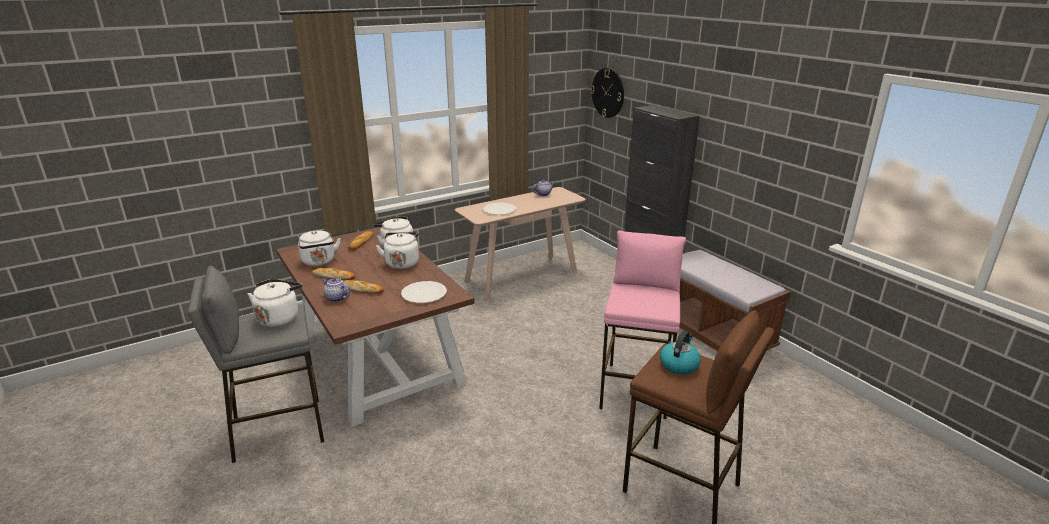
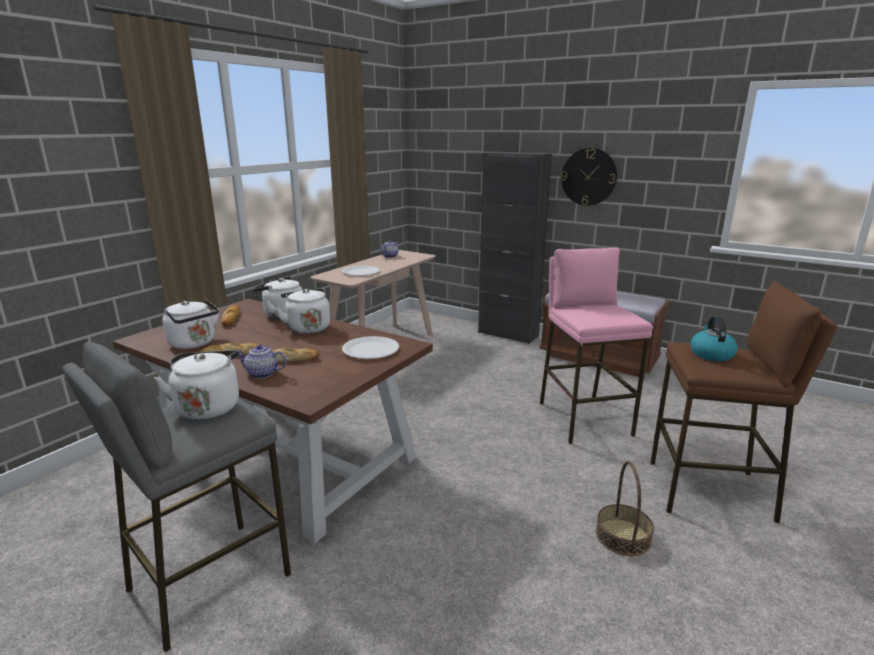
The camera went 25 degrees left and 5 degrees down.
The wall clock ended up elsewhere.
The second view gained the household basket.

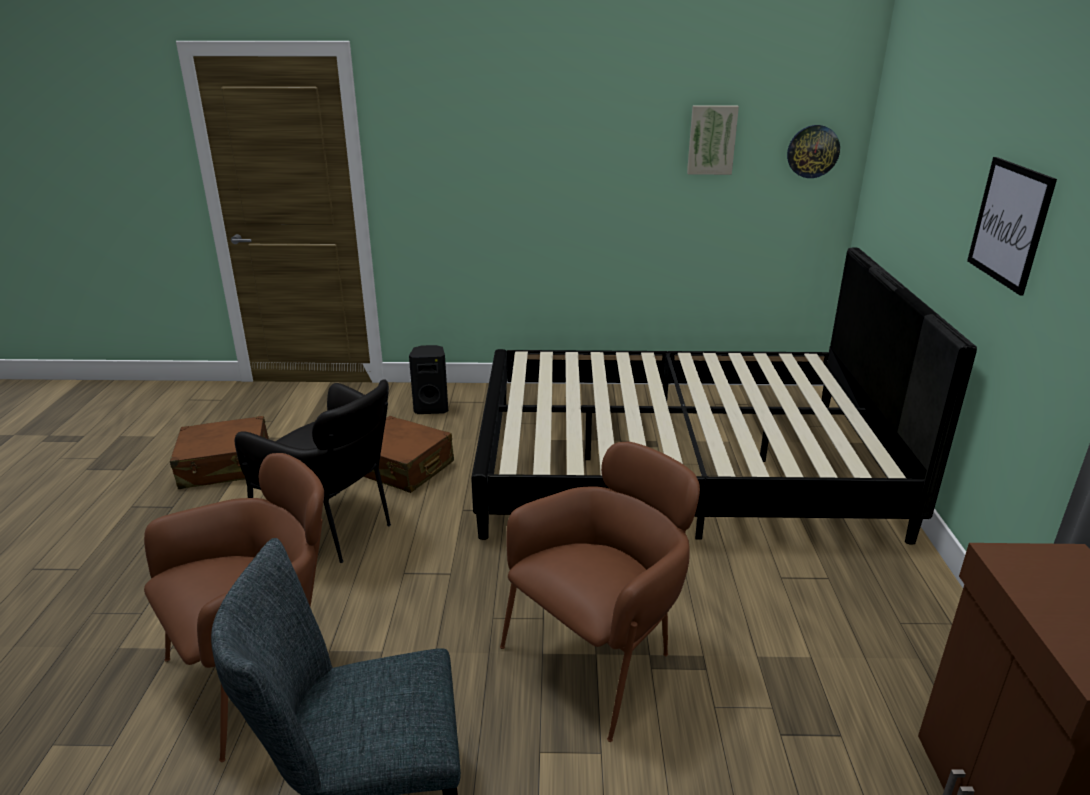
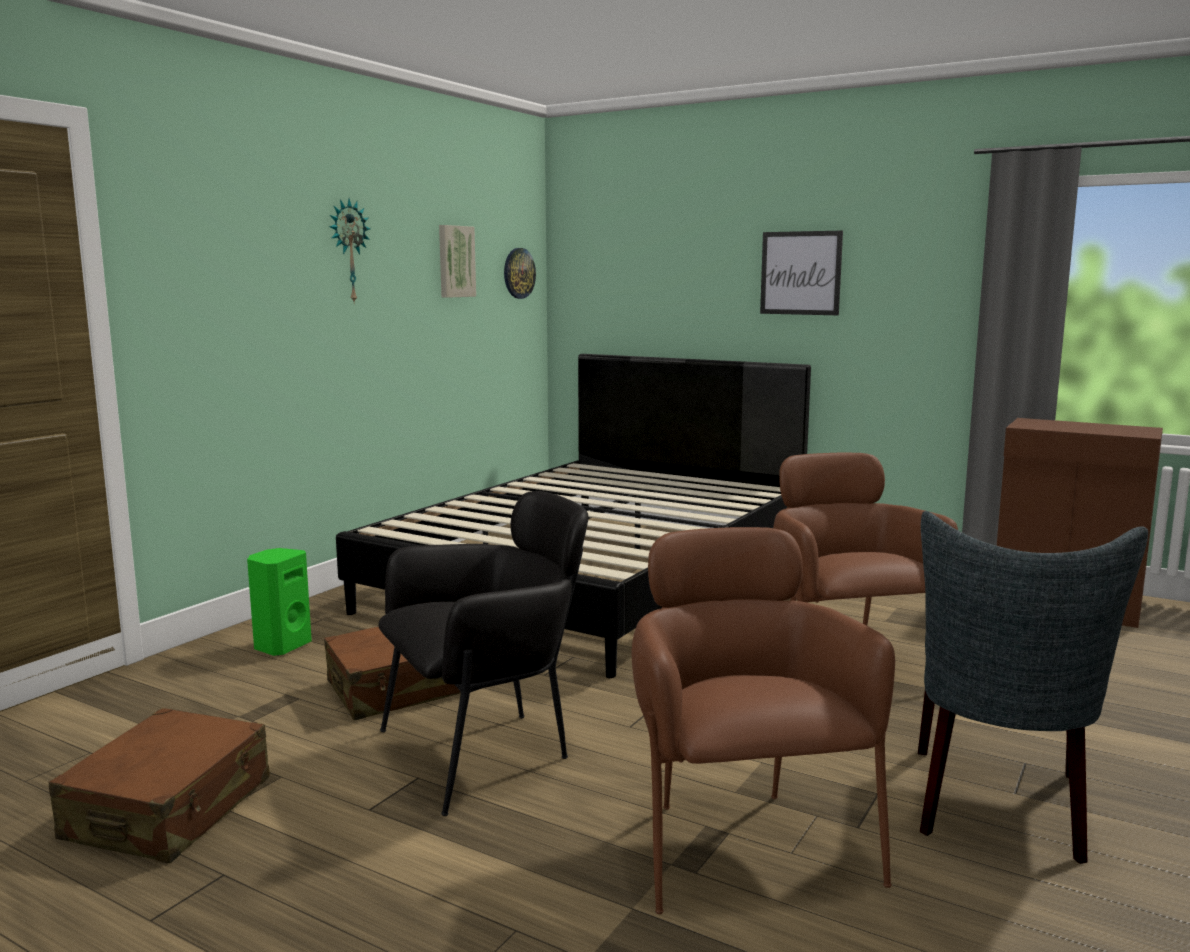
The camera went 60 degrees left and 15 degrees down.
What was the black audio speaker turned into the greenish audio speaker.
The second view gained the wall clock (1st from left).

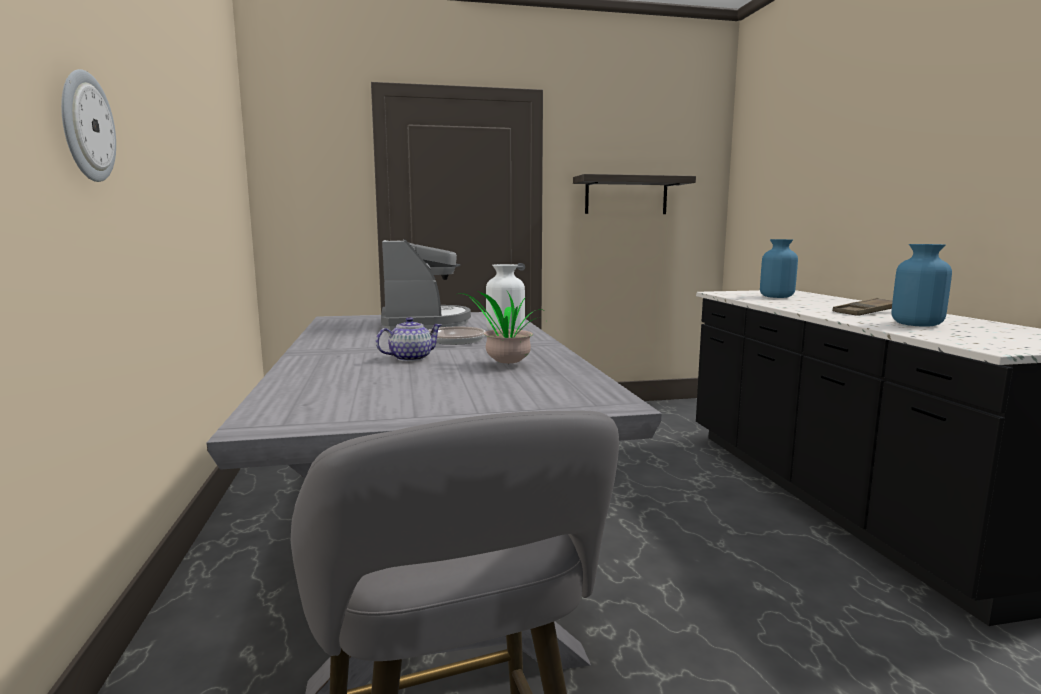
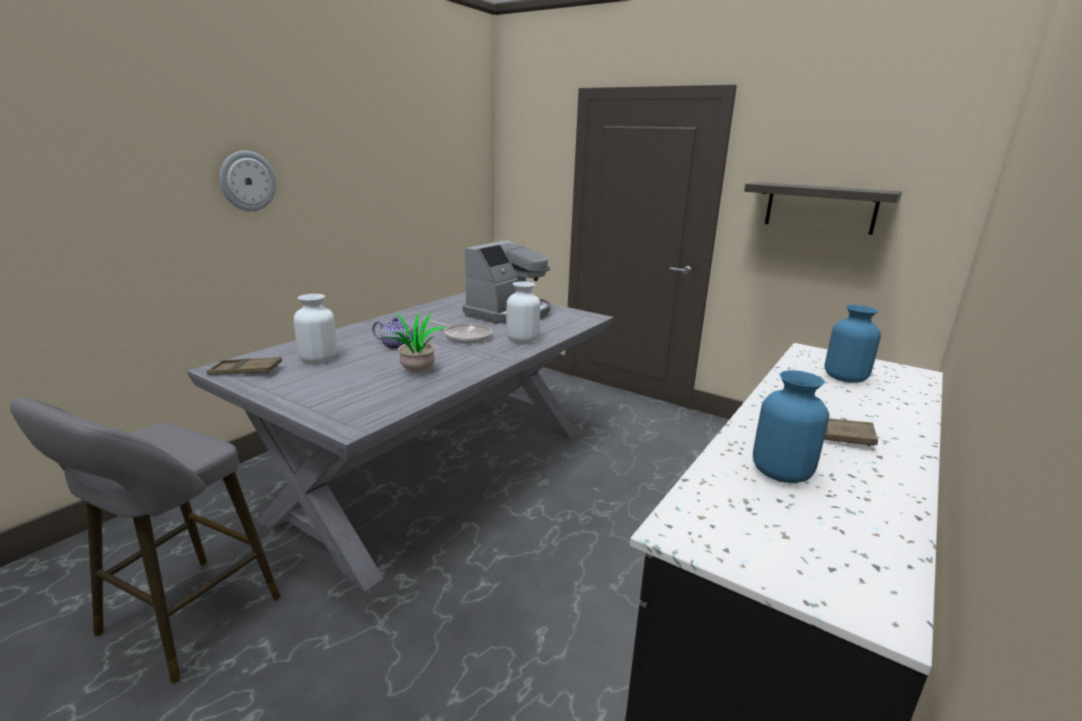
The camera went 45 degrees right and 10 degrees up.
The second view gained the brown-coloured tray (1st from left).
The second view gained the white decorative vase (1st from left).

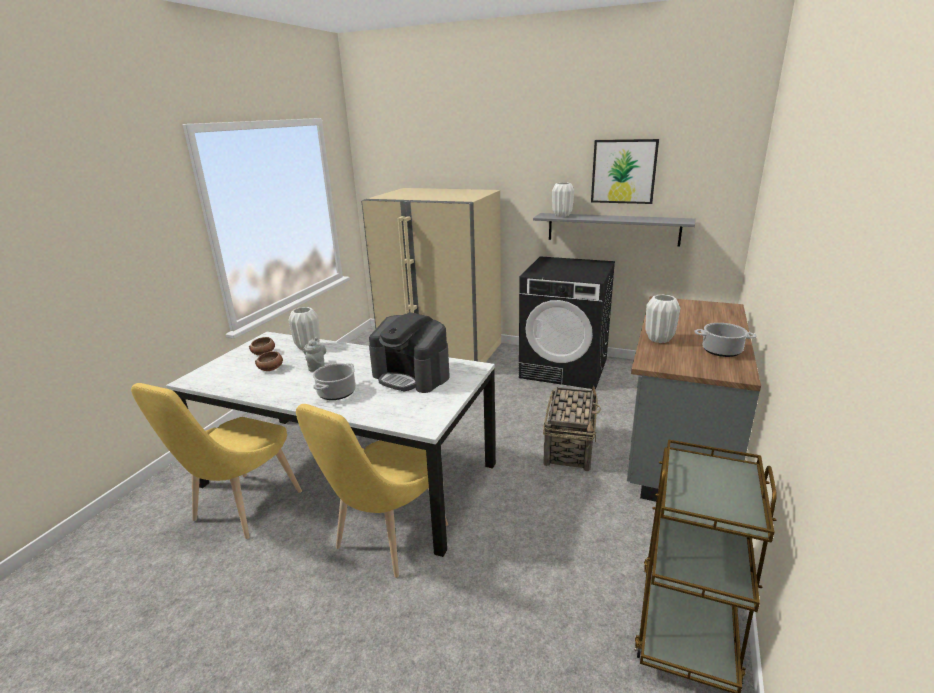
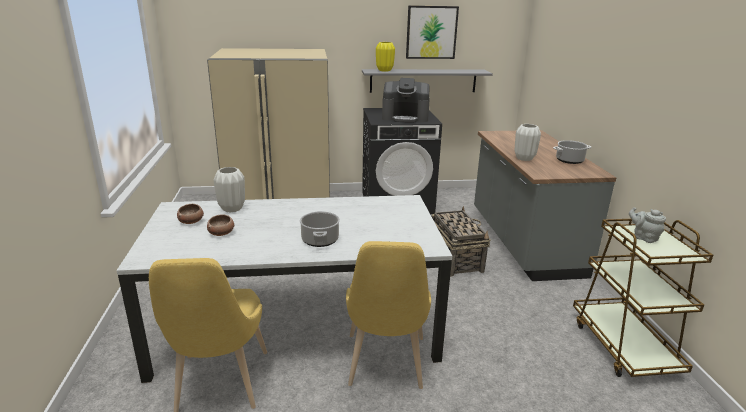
The camera went 30 degrees left and 0 degrees up.
The grey pot for tea ended up elsewhere.
The coffee machine ended up elsewhere.
What was the white decorative vase (2nd from left) turned into the yellow-coloured decorative vase.

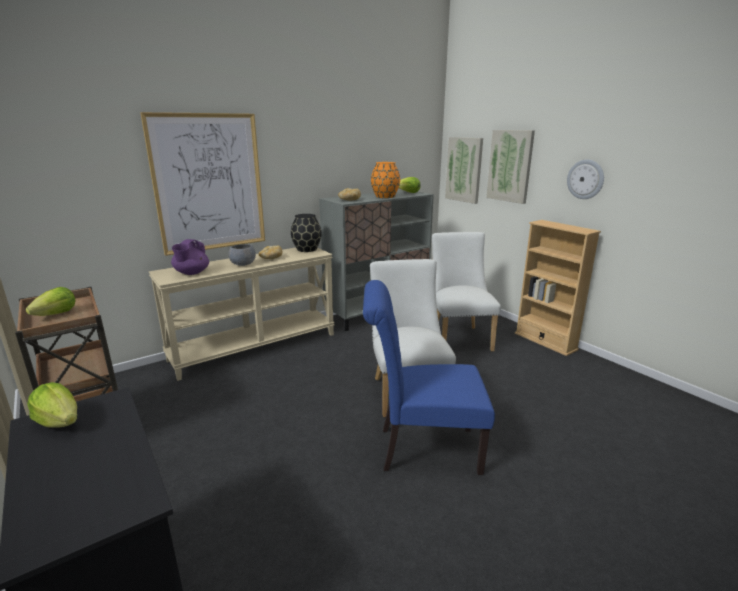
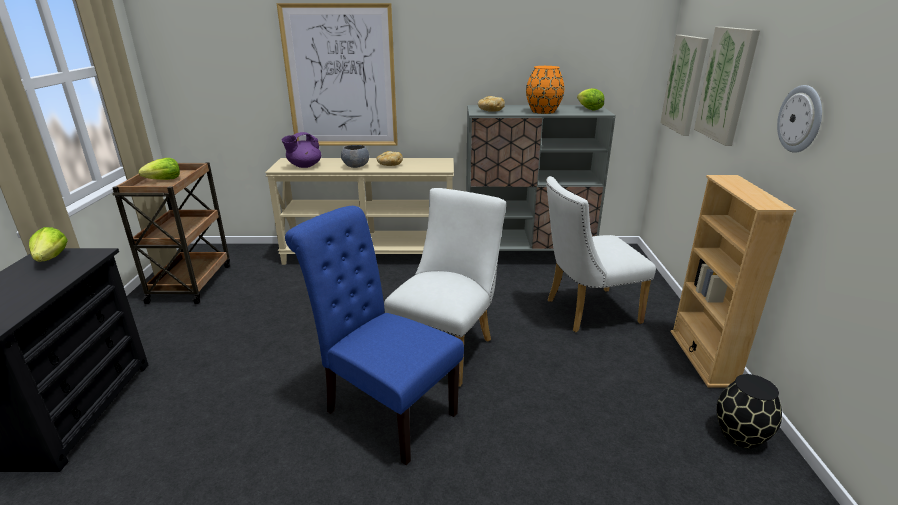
The camera went 35 degrees right and 5 degrees up.
The black decorative vase ended up elsewhere.
The white plain chair (2nd from left) ended up facing another way, 135 degrees counterclockwise from before.

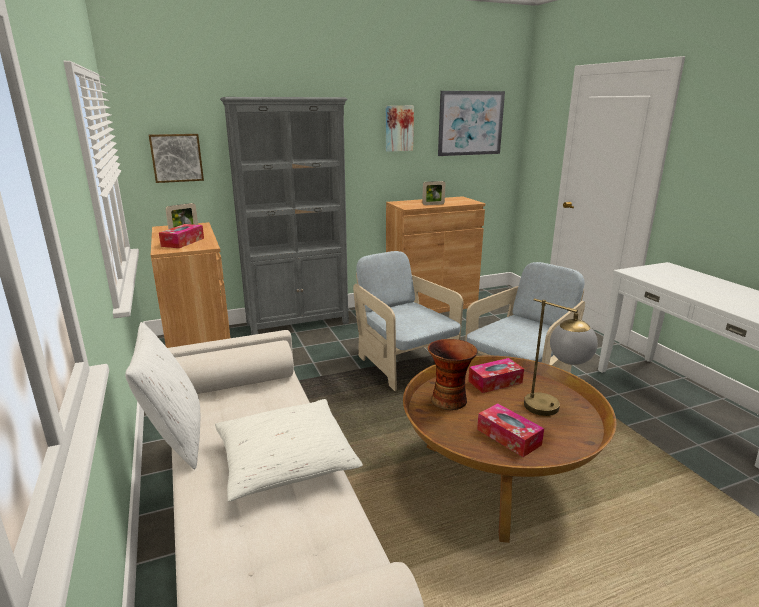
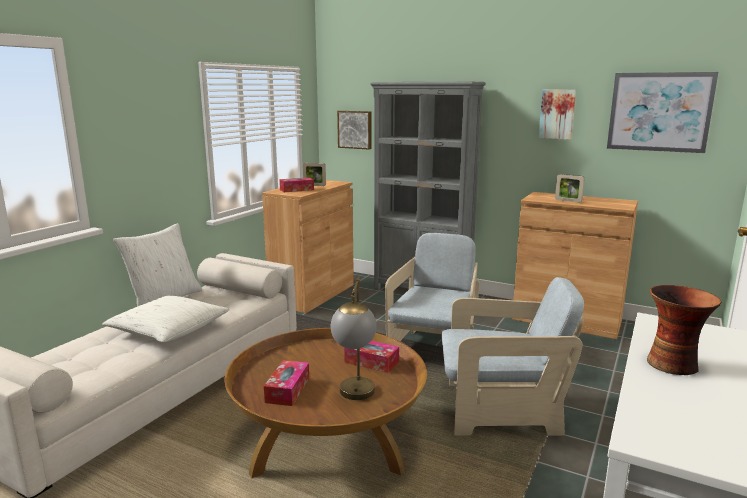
The camera went 50 degrees right and 5 degrees down.
The decorative vase ended up elsewhere.

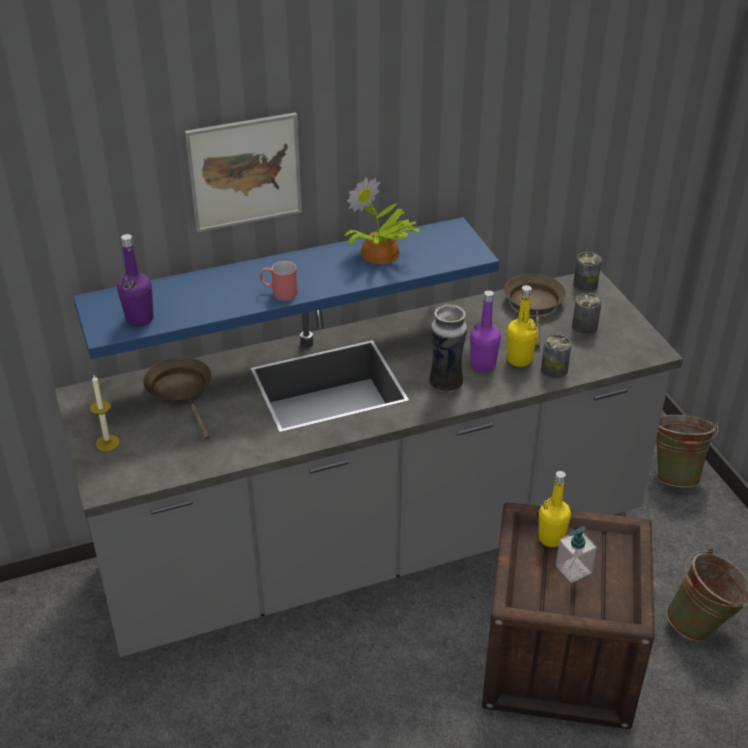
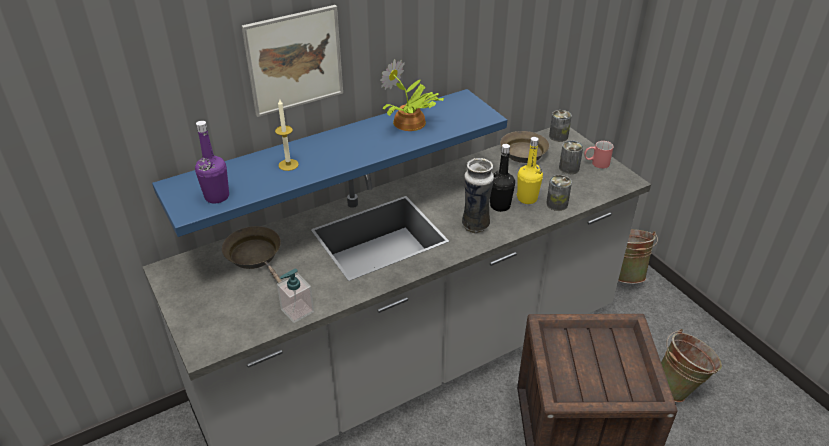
The camera went 10 degrees left and 0 degrees up.
The candle ended up elsewhere.
The red-coloured tea mug ended up elsewhere.
What was the purplish drink bottle (2nd from left) turned into the black drink bottle.
The second view lost the yellow-coloured drink bottle (2nd from left).
The soap bottle ended up elsewhere.

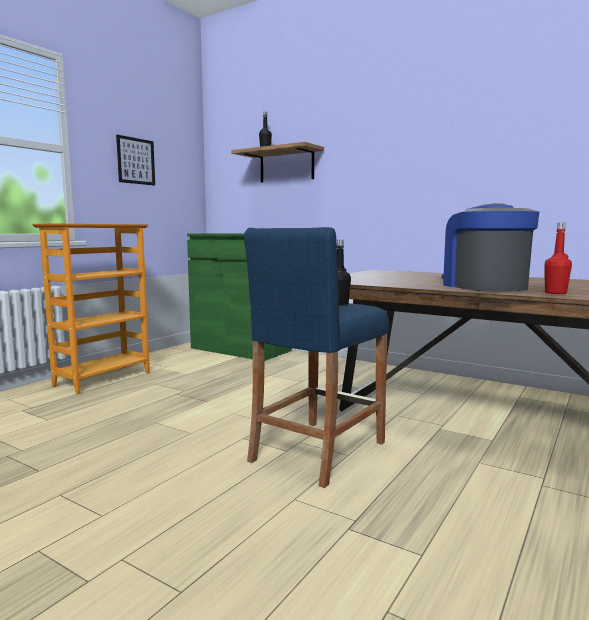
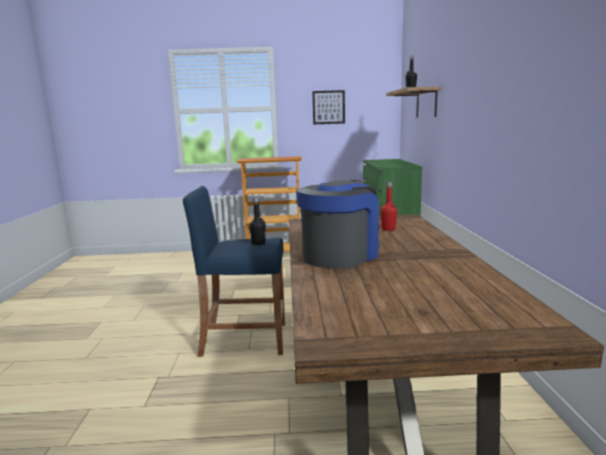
The camera went 55 degrees right and 5 degrees up.
The red-coloured drink bottle ended up elsewhere.

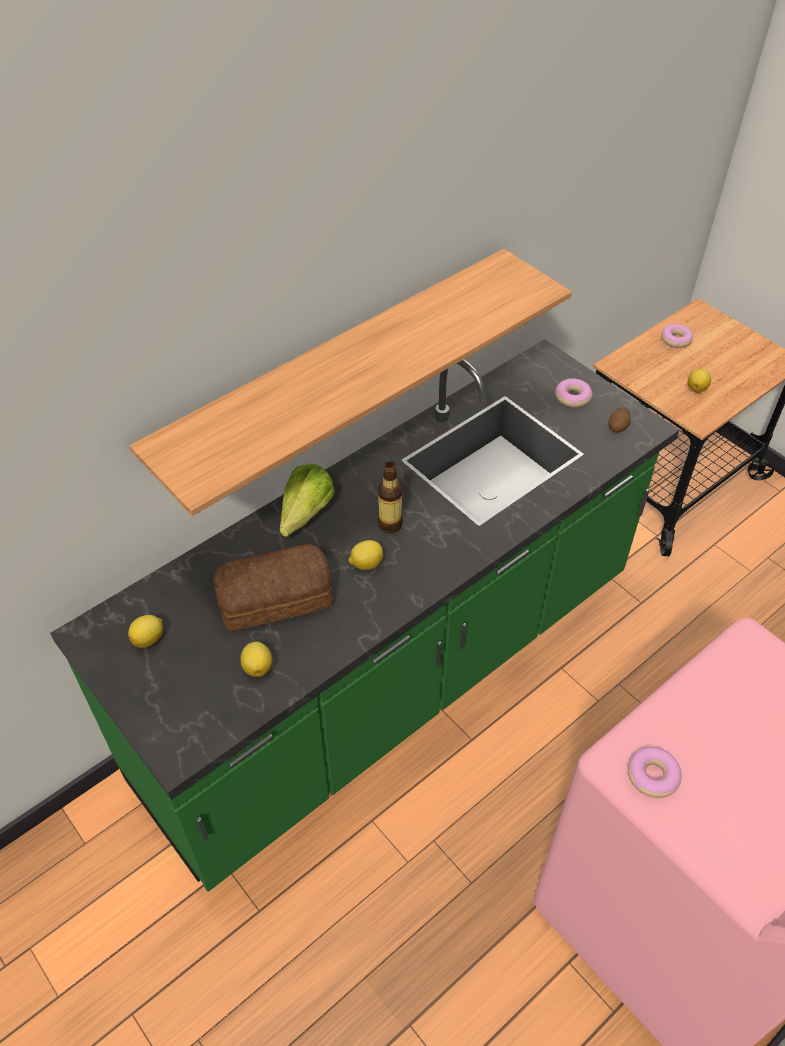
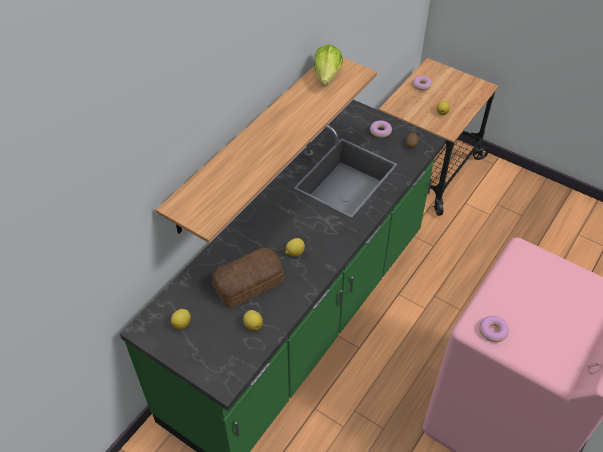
The camera went 15 degrees left and 0 degrees up.
The head of lettuce ended up elsewhere.
The second view lost the drink bottle.

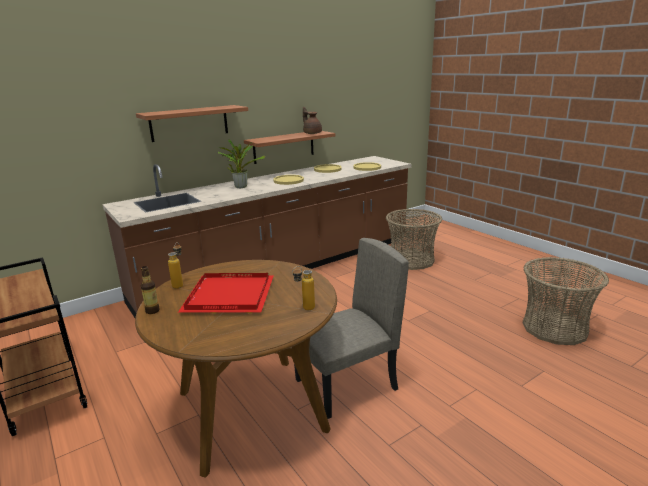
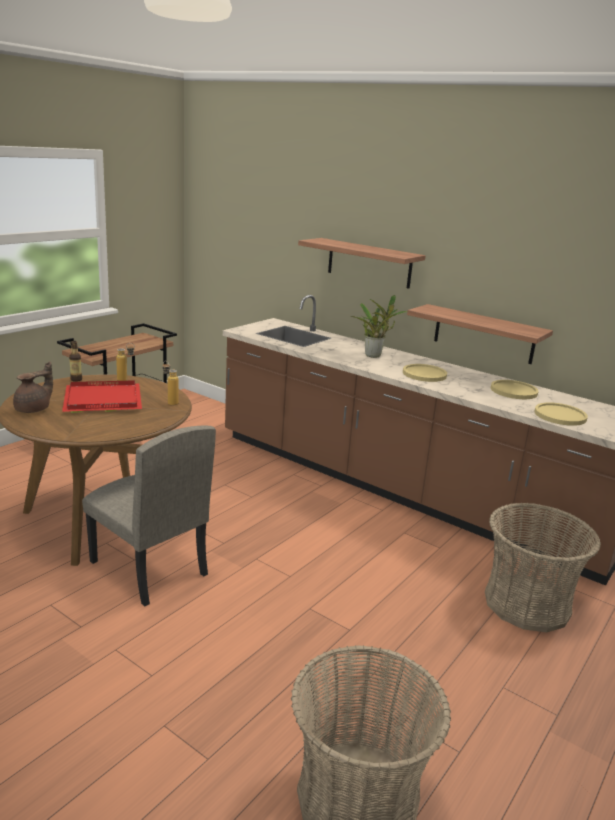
The camera went 70 degrees right and 0 degrees up.
The drink bottle (3rd from left) ended up elsewhere.
The brown-coloured pot for tea ended up elsewhere.

